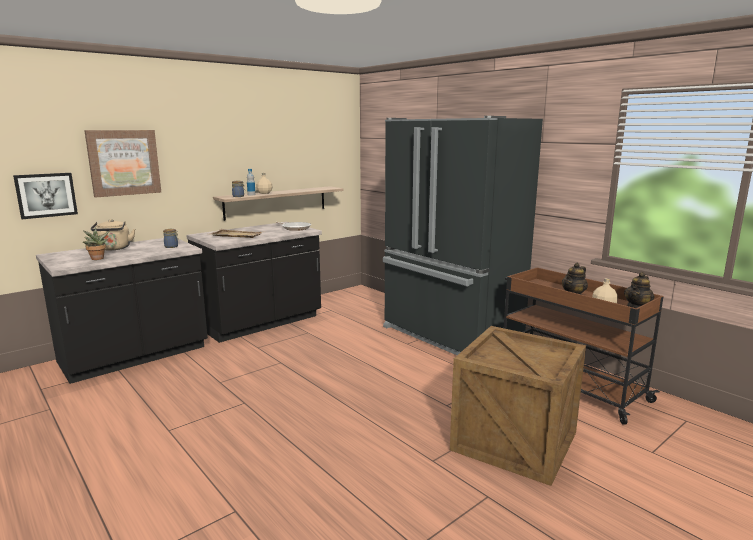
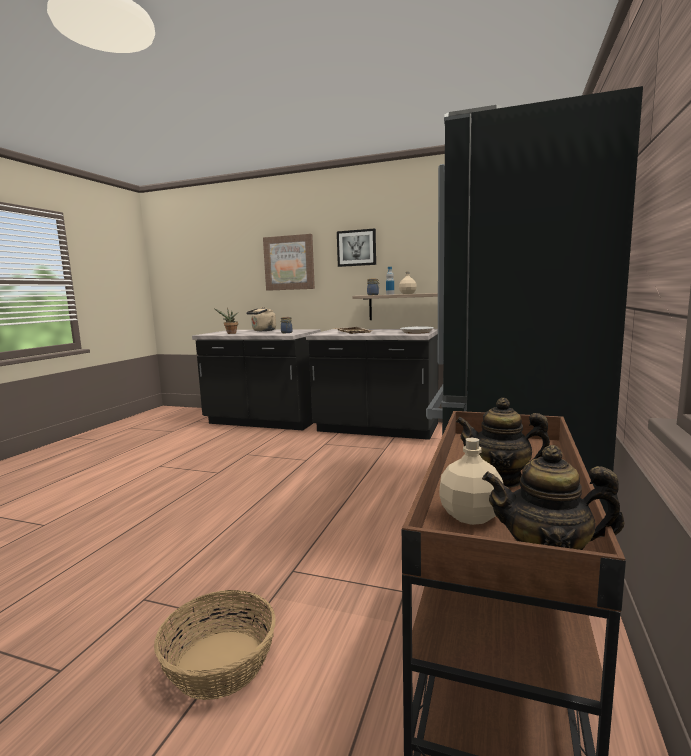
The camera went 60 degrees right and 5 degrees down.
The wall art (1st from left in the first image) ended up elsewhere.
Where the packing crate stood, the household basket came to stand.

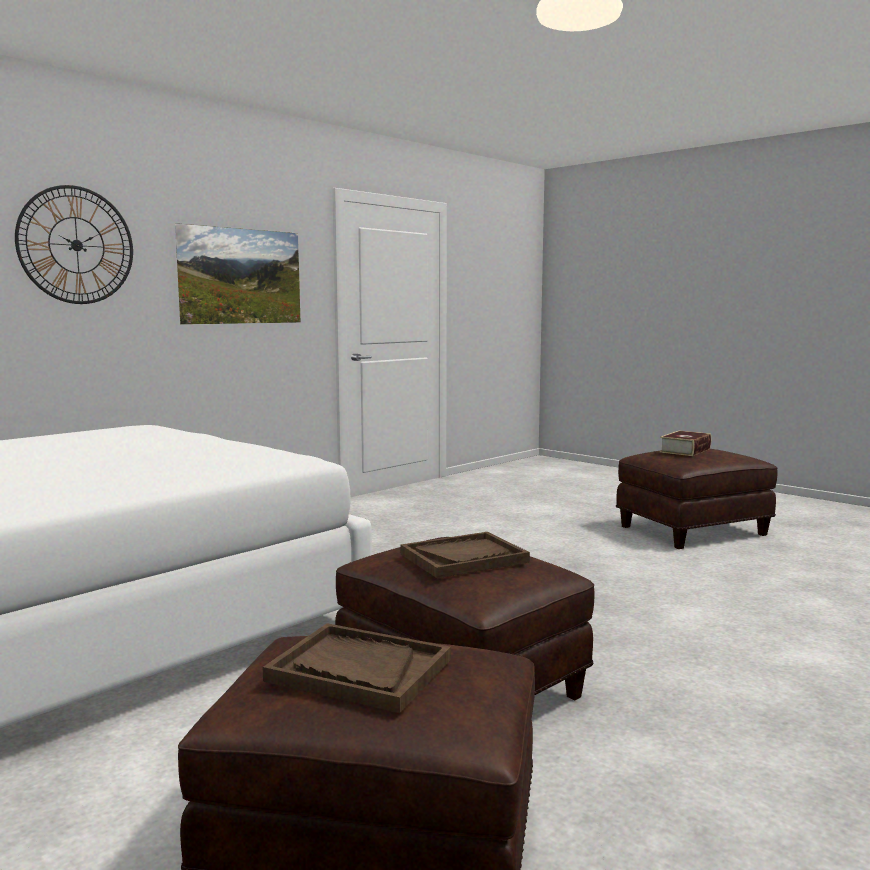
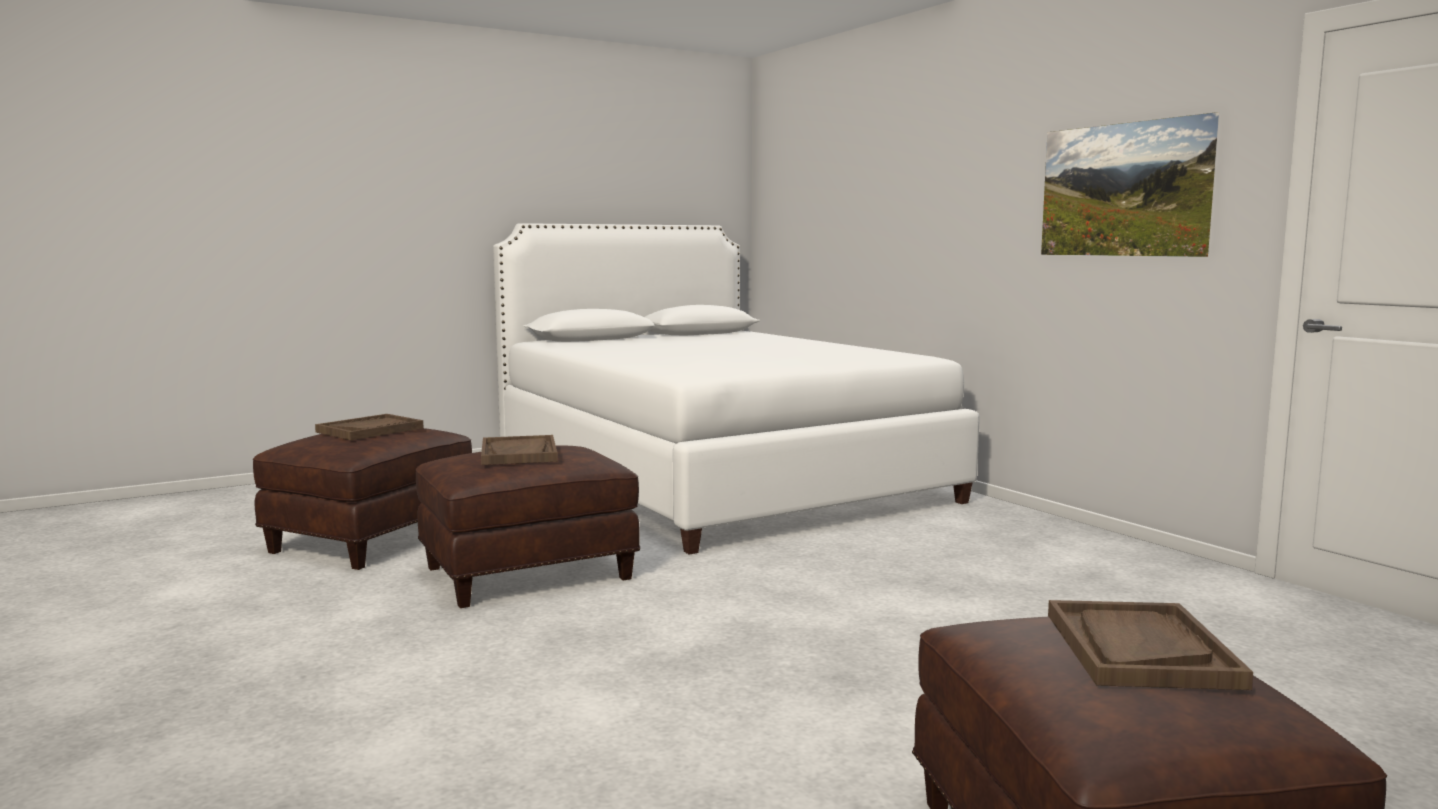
The camera went 105 degrees right and 0 degrees up.
The second view lost the wall clock.
Where the bound book stood, the brown-coloured tray (3rd from left) came to stand.

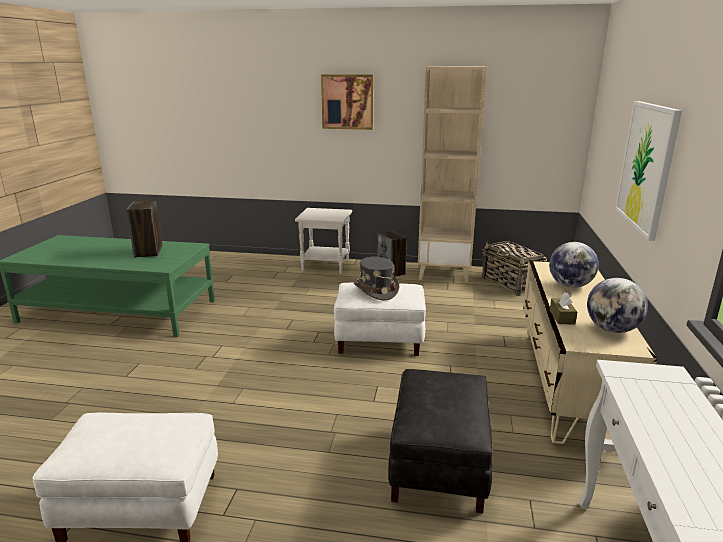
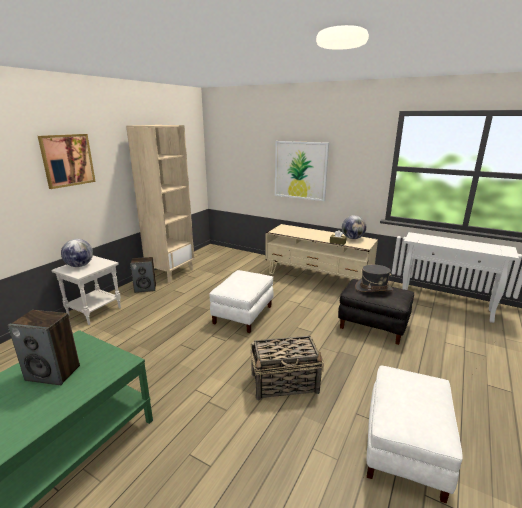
The camera went 70 degrees left and 0 degrees up.
The grey clothing hat ended up elsewhere.
The household basket ended up elsewhere.
The globe (1st from left) ended up elsewhere.

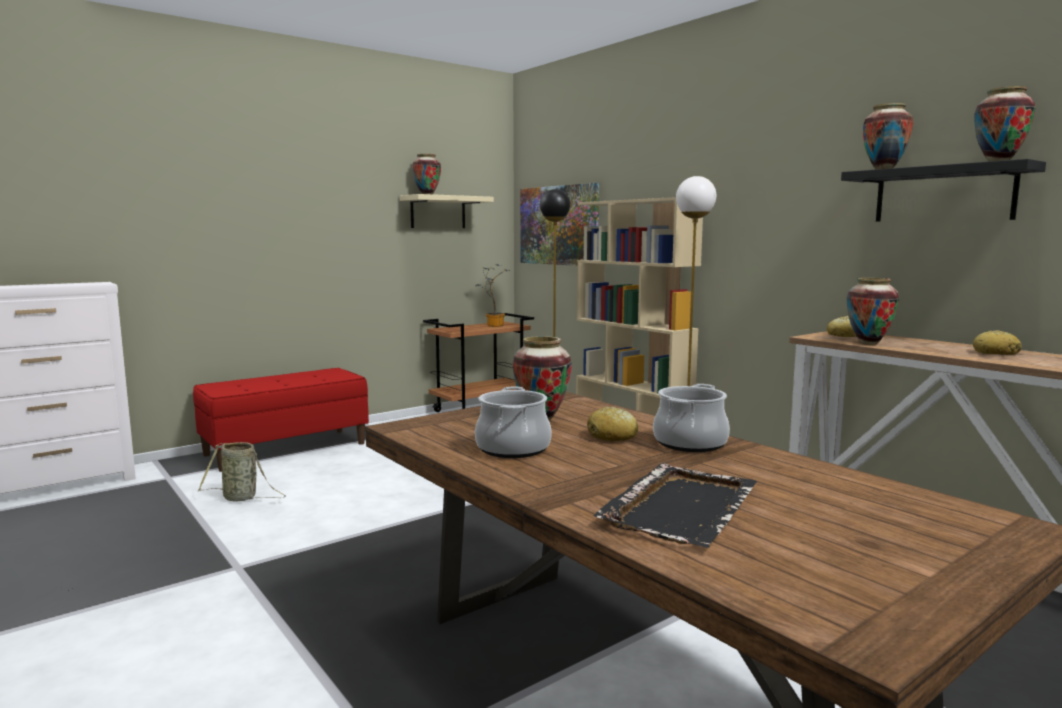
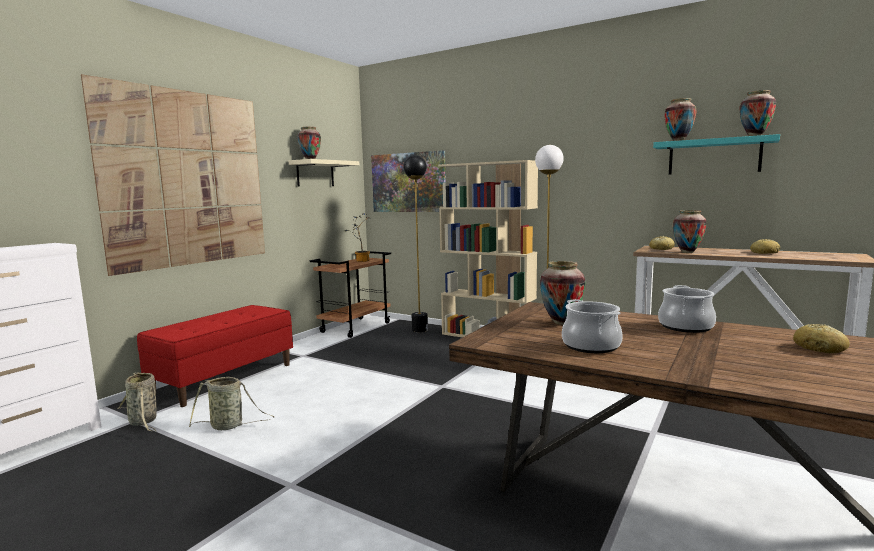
The camera went 20 degrees left and 0 degrees up.
The bakery bread (1st from left in the first image) ended up elsewhere.
The second view lost the black tray.
What was the black shelf turned into the turquoise-coloured shelf.
The second view gained the wall art (1st from left).
The second view gained the household basket (1st from left).

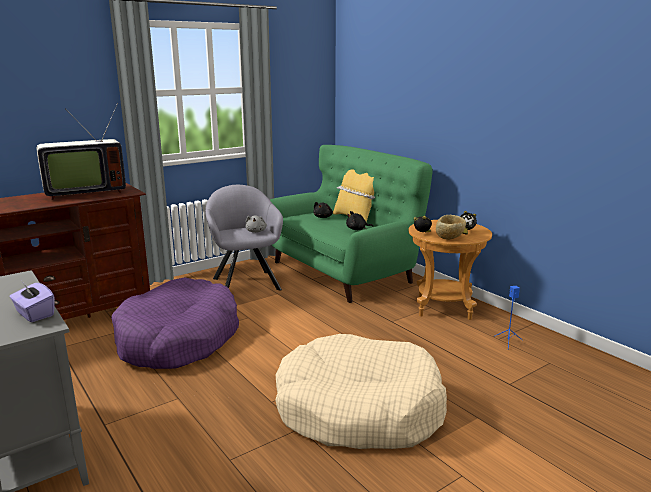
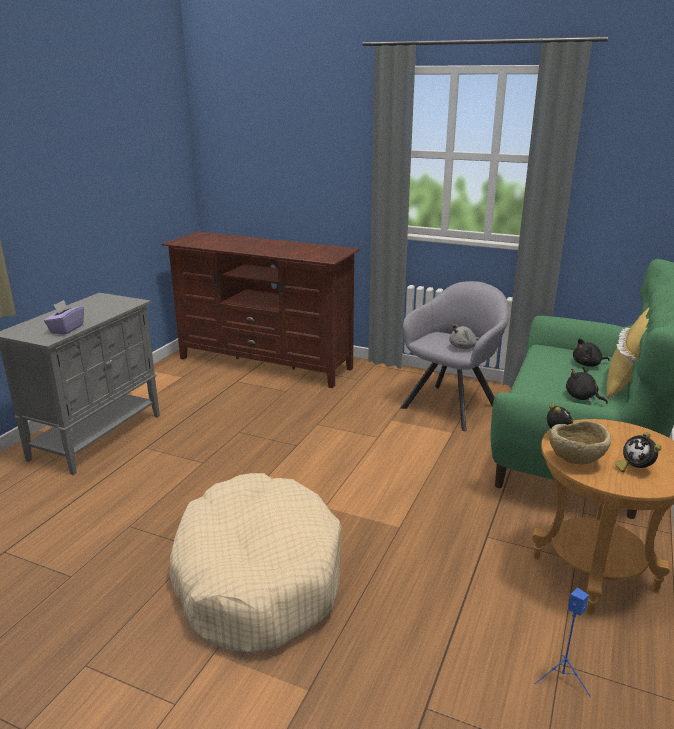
The camera went 60 degrees right and 5 degrees up.
The second view lost the TV.
The second view lost the purplish pet bed.

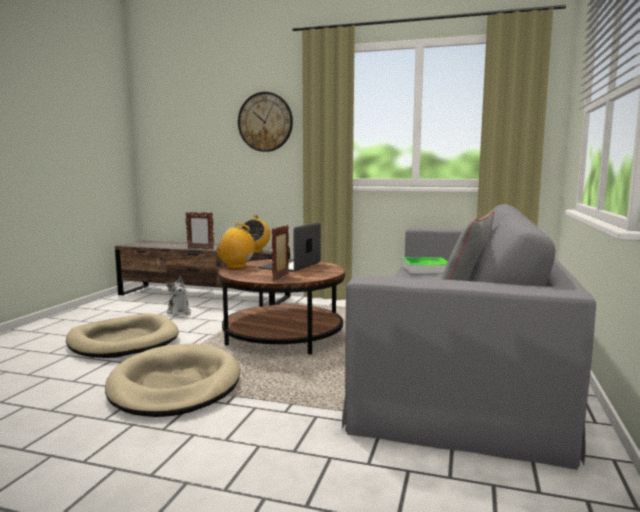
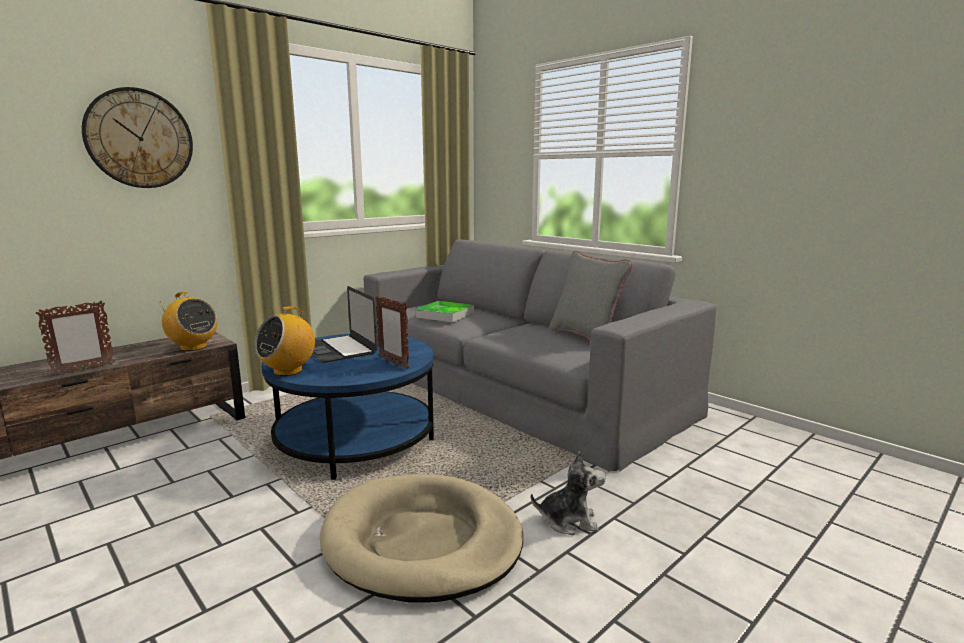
The camera went 60 degrees left and 5 degrees up.
The second view lost the beige pet bed (1st from left).
The soft toy ended up elsewhere.
What was the brown-coloured low table turned into the blue-coloured low table.

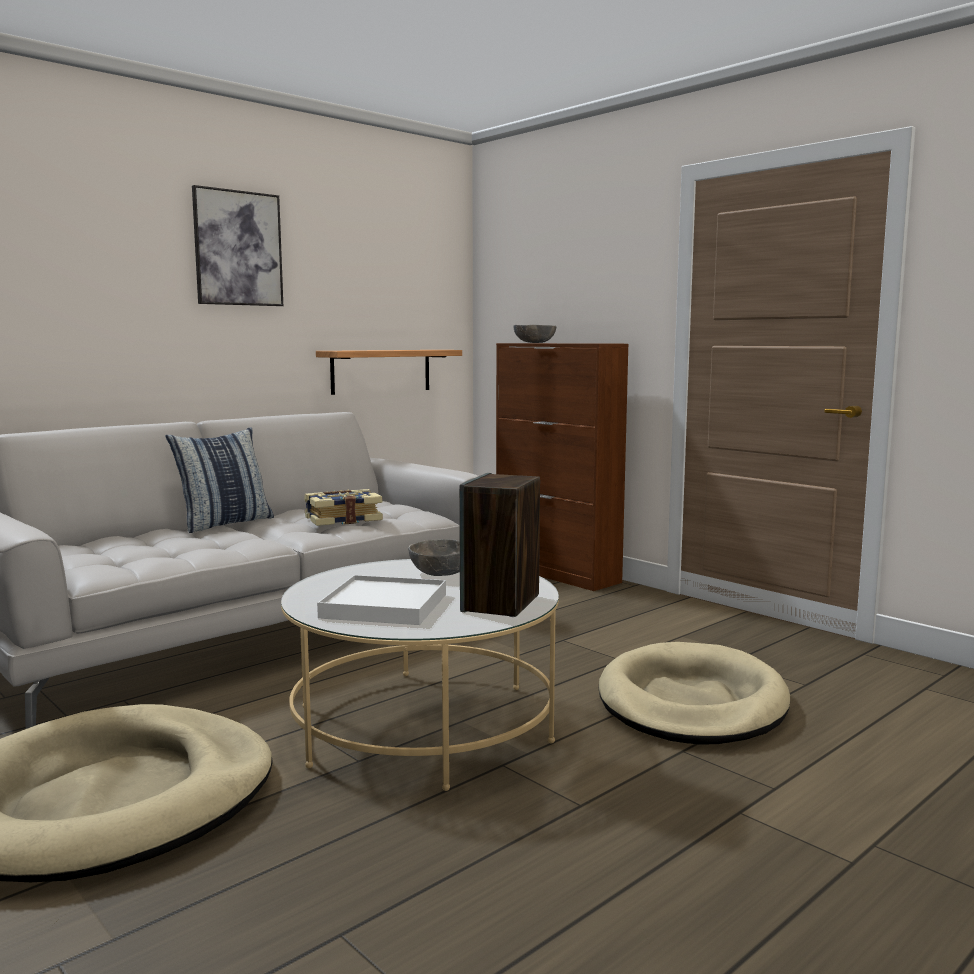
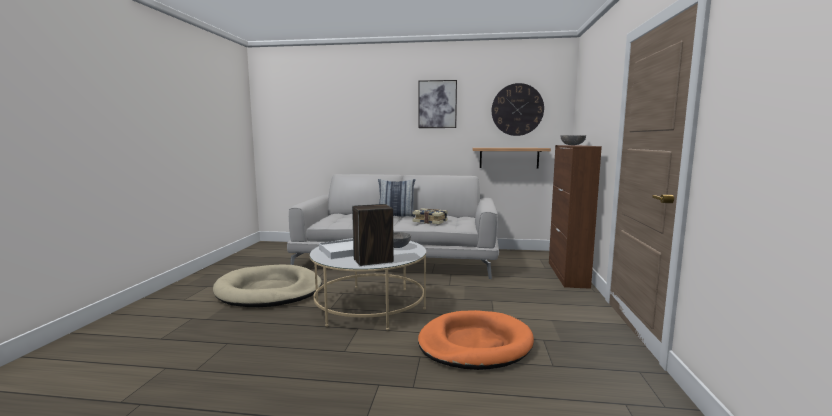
The camera went 50 degrees right and 0 degrees up.
What was the beige pet bed (2nd from left) turned into the orangey pet bed.
The second view gained the wall clock.

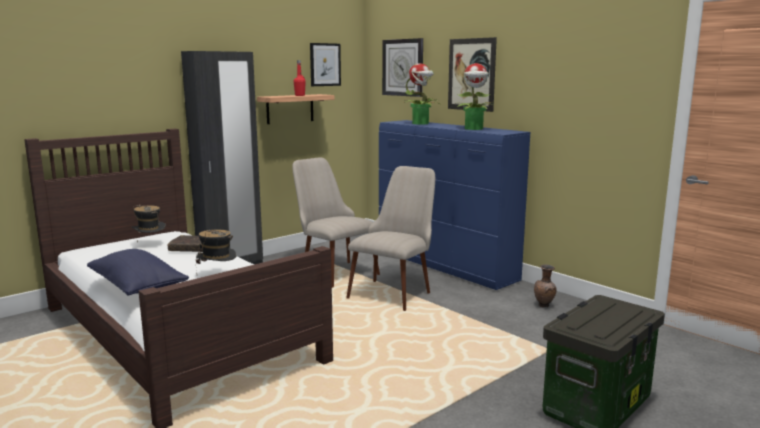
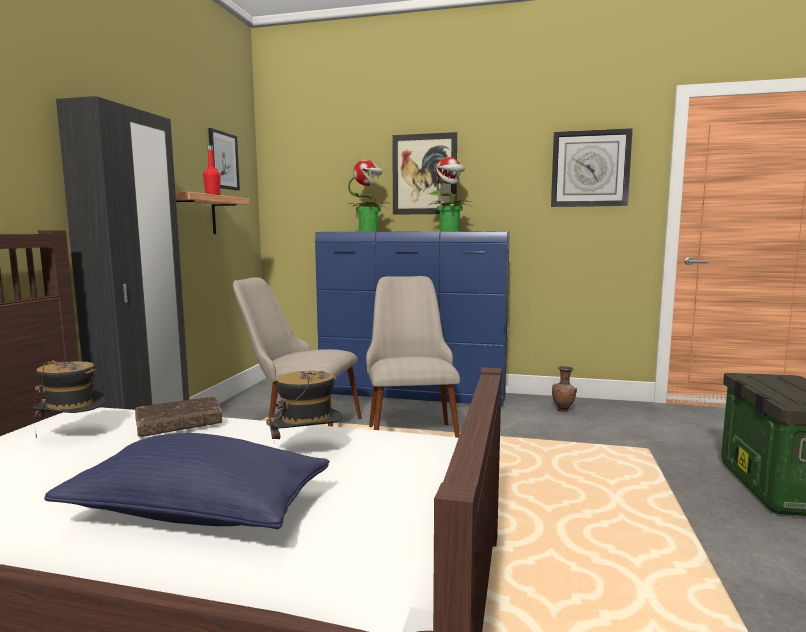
The camera went 35 degrees left and 5 degrees down.
The wall clock ended up elsewhere.

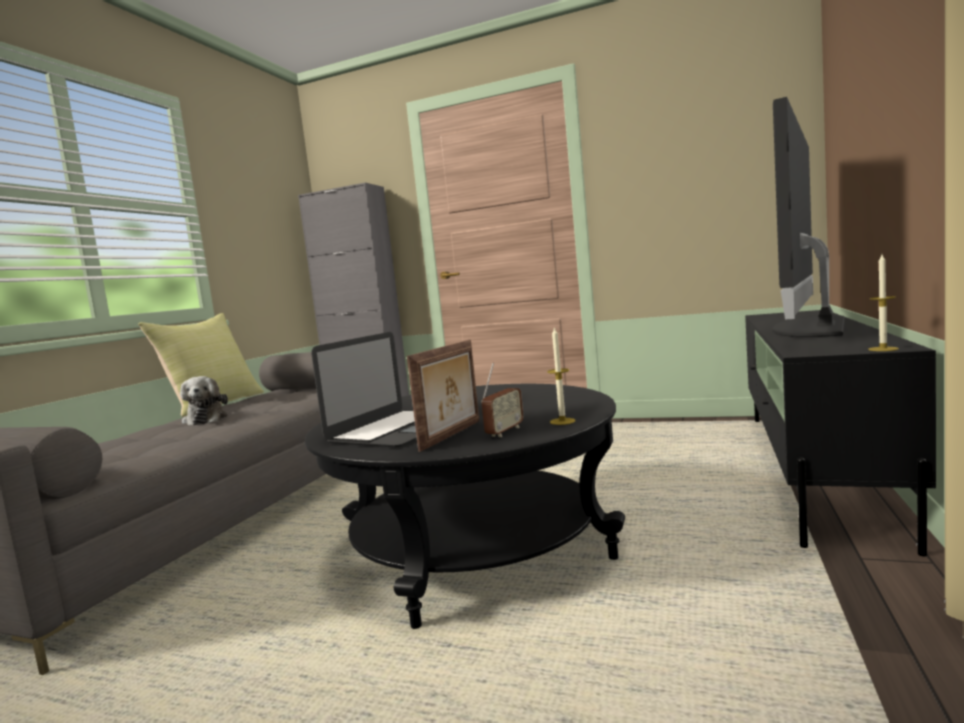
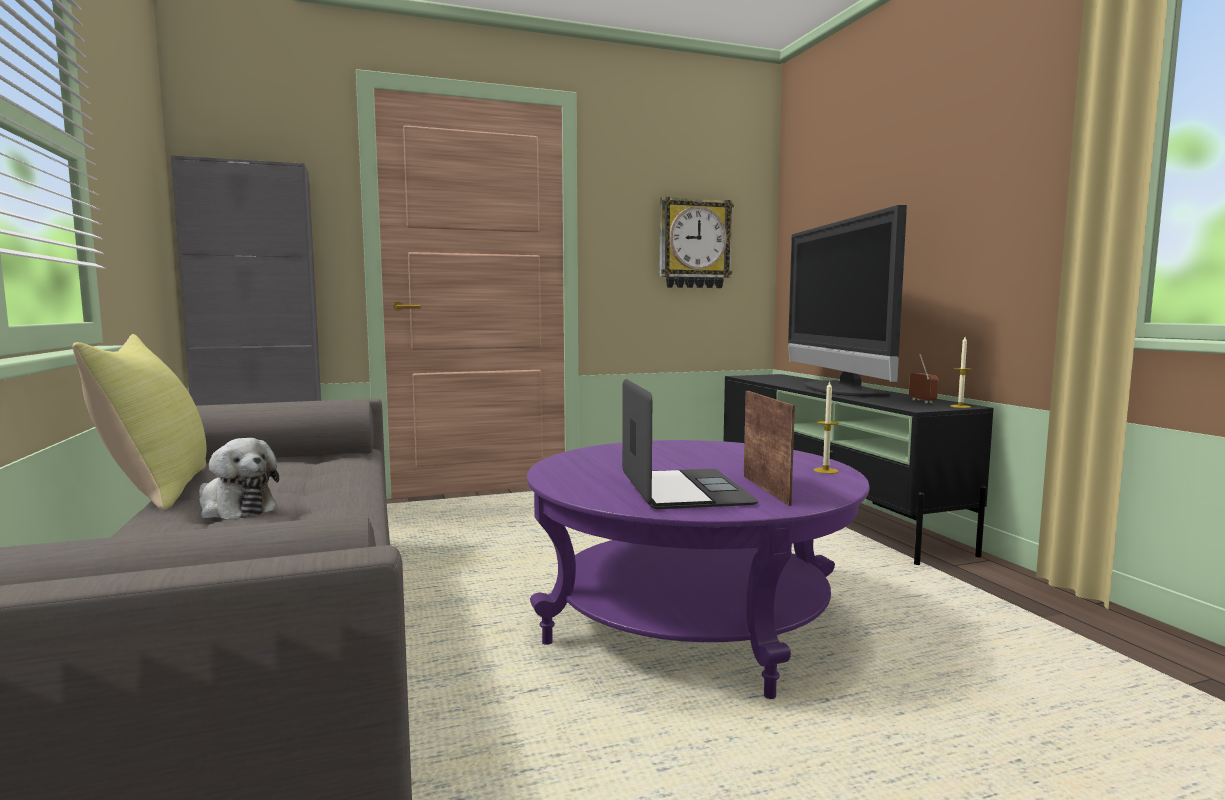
The camera went 40 degrees left and 0 degrees up.
What was the black low table turned into the purplish low table.
The radio ended up elsewhere.
The second view gained the wall clock.

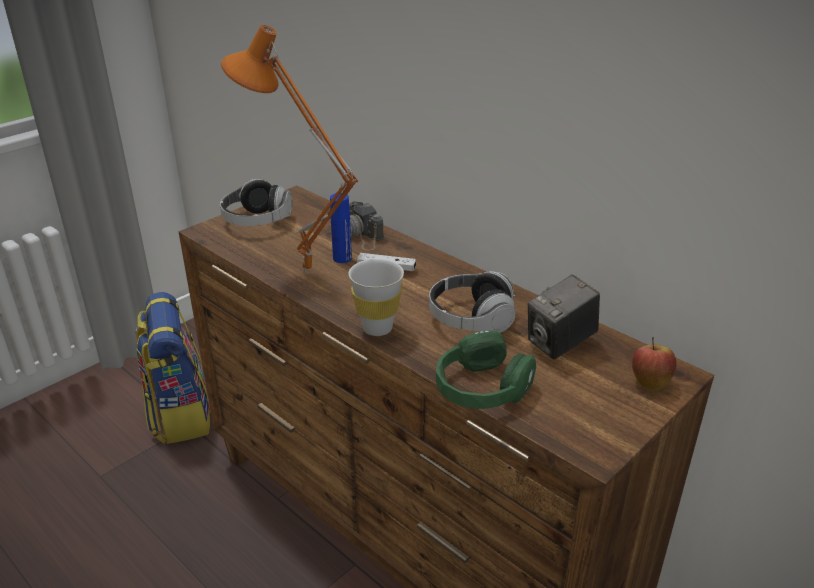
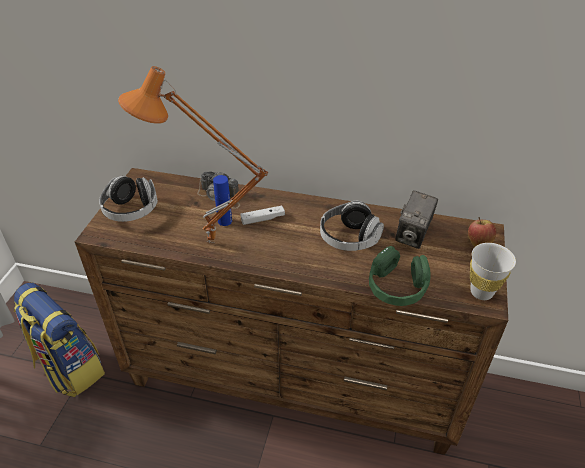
The camera went 30 degrees left and 10 degrees up.
The white drinking cup ended up elsewhere.

